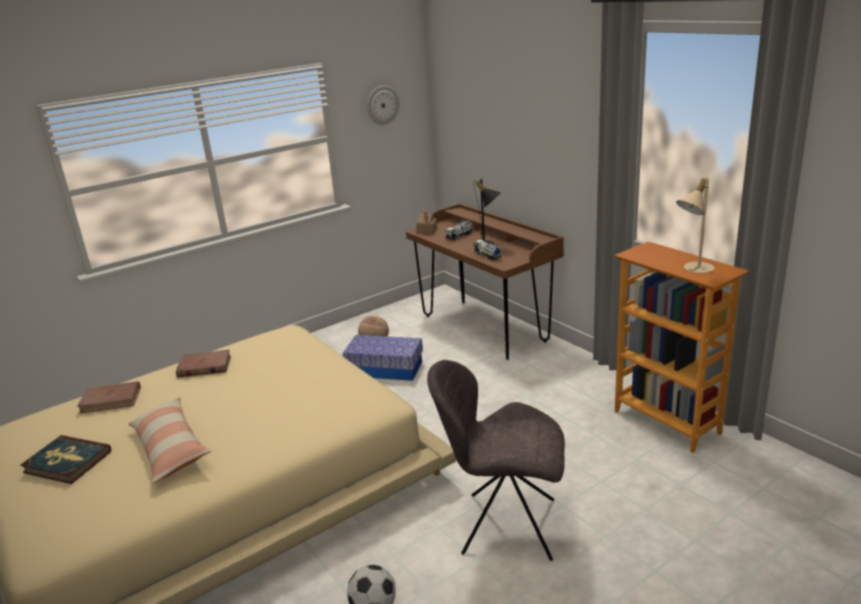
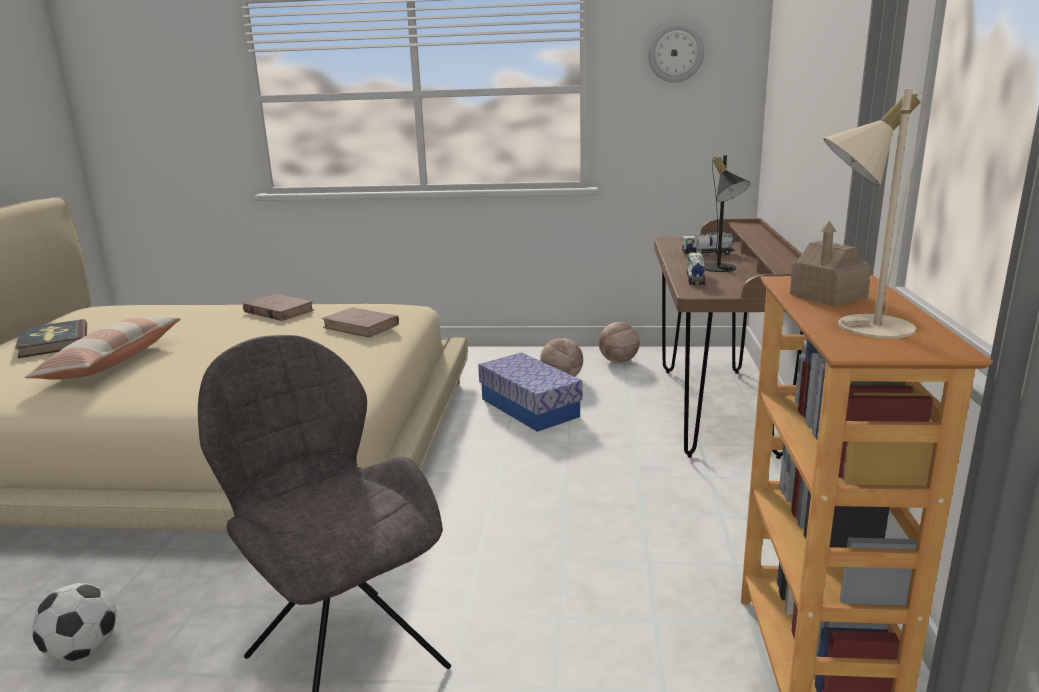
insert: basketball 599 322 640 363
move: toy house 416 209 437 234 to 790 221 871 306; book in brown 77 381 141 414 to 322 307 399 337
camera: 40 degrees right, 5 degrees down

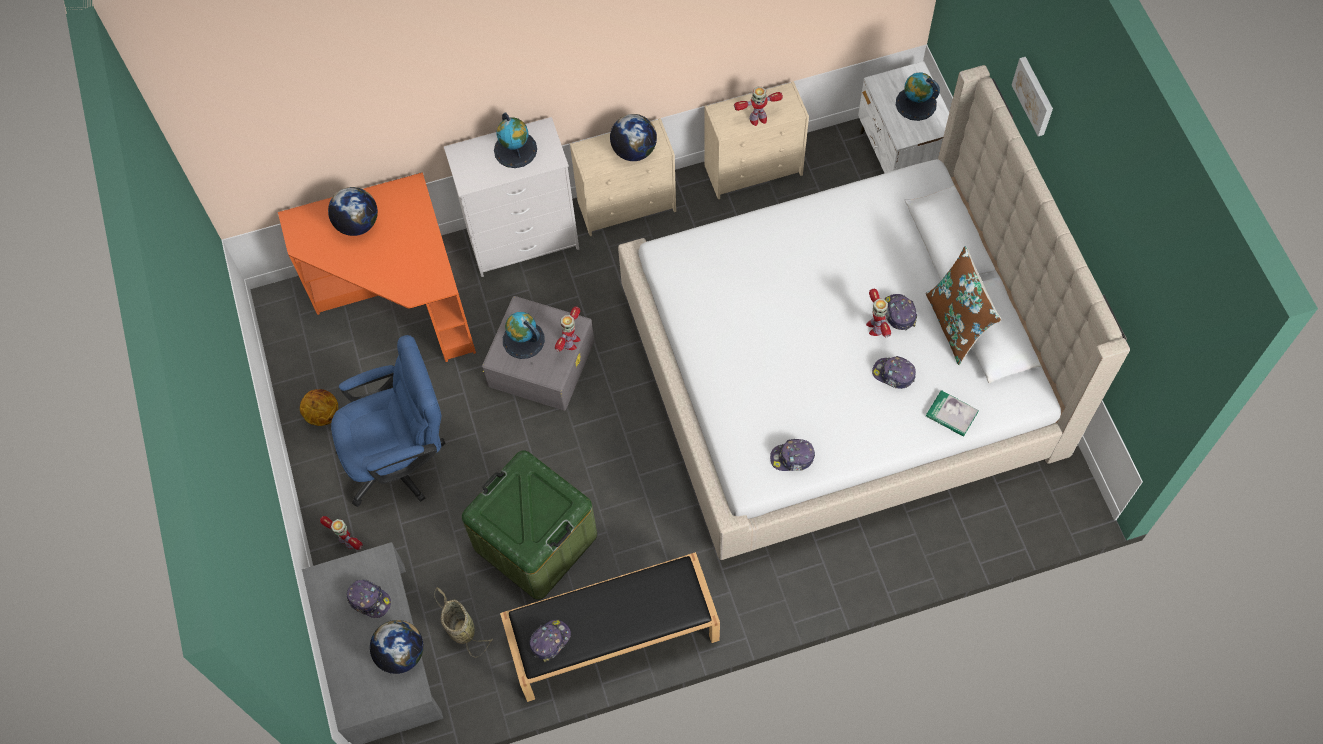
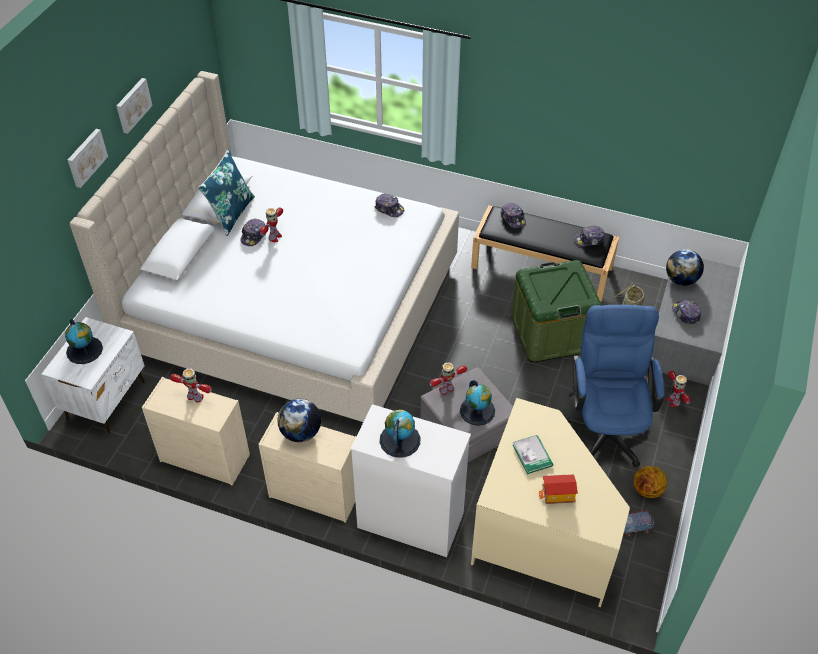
insert: picture 117 78 153 134; toy truck 624 510 655 537
move: cap 872 356 916 389 to 501 203 526 228; book 926 390 979 437 to 513 435 553 474
replace: globe 328 187 378 236 to toy house 539 474 578 504
recolor: desk in orange 278 172 476 362 to desk in beige 471 398 630 607; pillow in brown 926 246 1001 365 to pillow in blue 198 149 255 236
rotate: office chair in blue 331 335 446 507 = 566 305 665 467 75 degrees clockwise
camera: 145 degrees left, 15 degrees down

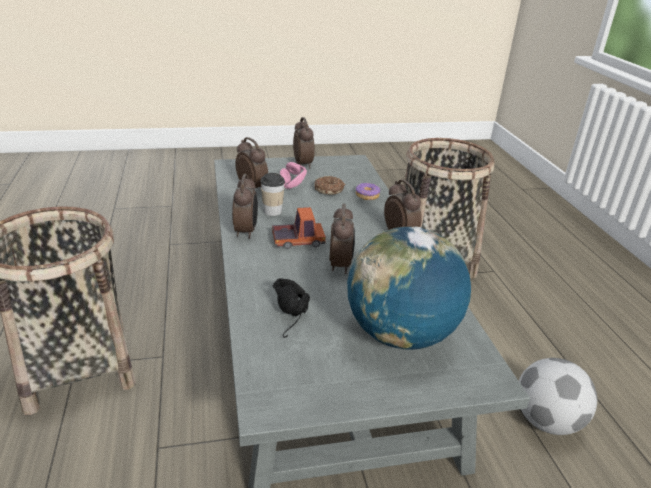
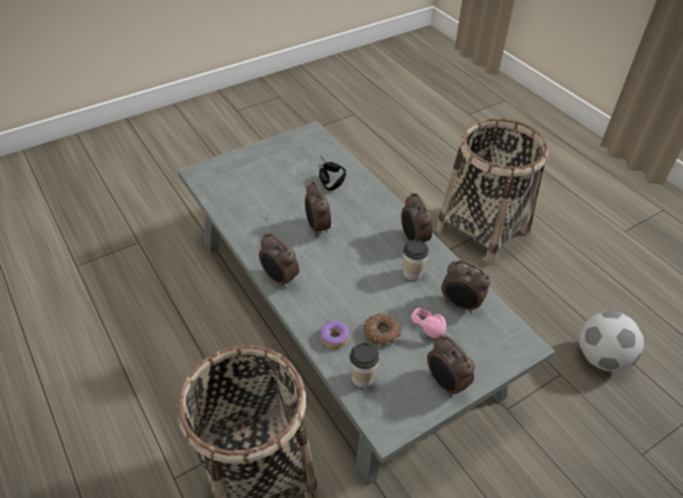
delete: toy truck 272 207 326 249; globe 347 227 471 350
insert: cup 350 343 379 388
move: football 519 358 597 435 to 579 311 644 372
camera: 160 degrees right, 15 degrees up

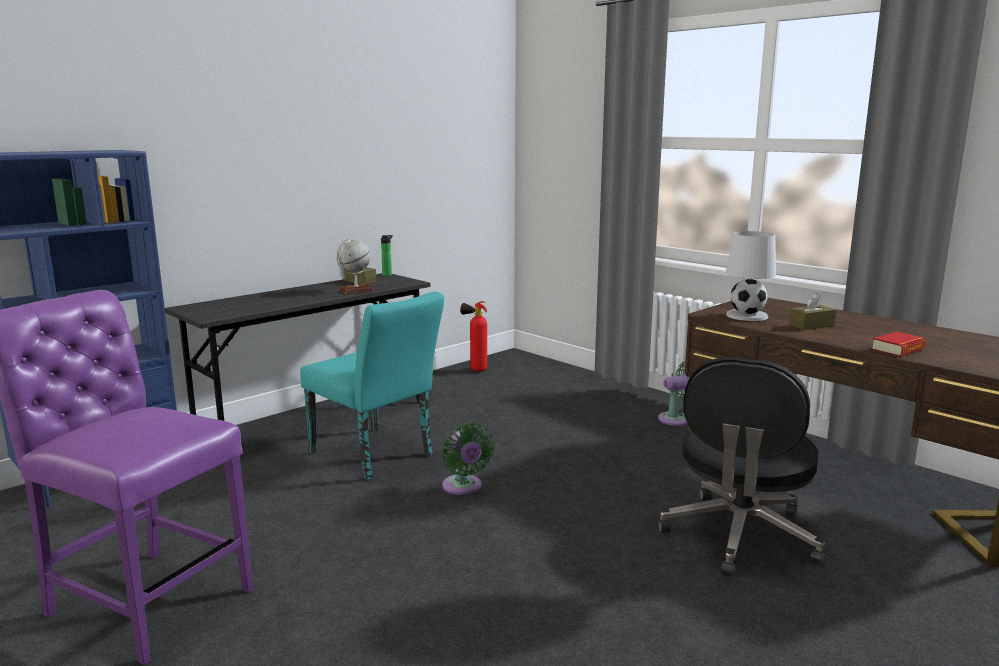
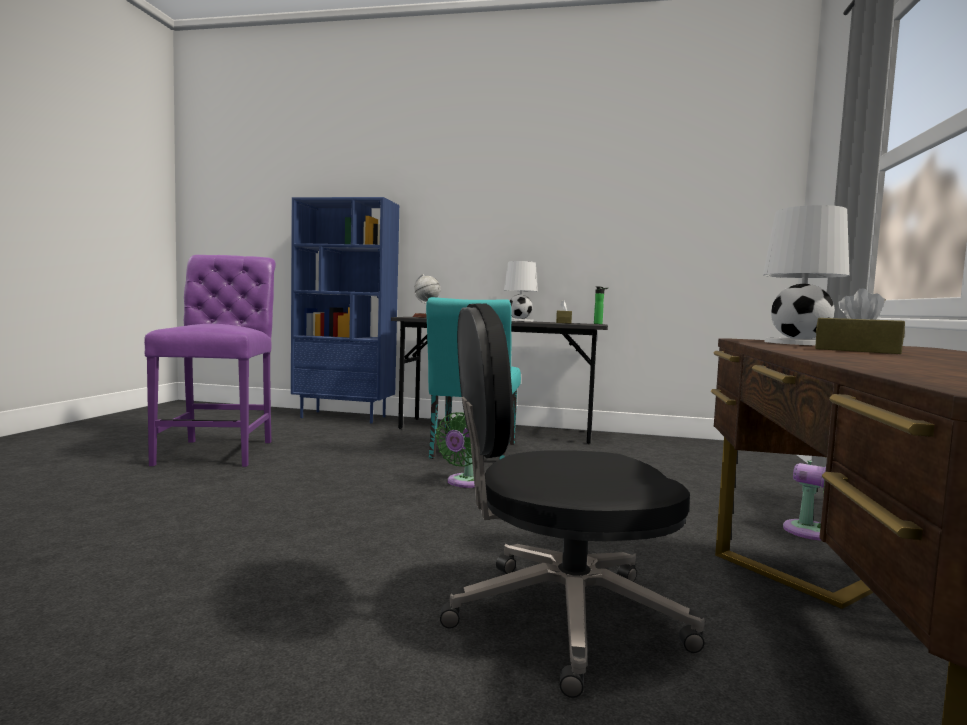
delete: fire extinguisher 460 301 487 371; book 871 331 926 357
insert: table lamp in white 504 261 538 322
move: globe 336 239 374 294 to 413 274 440 318
camera: 55 degrees right, 10 degrees down

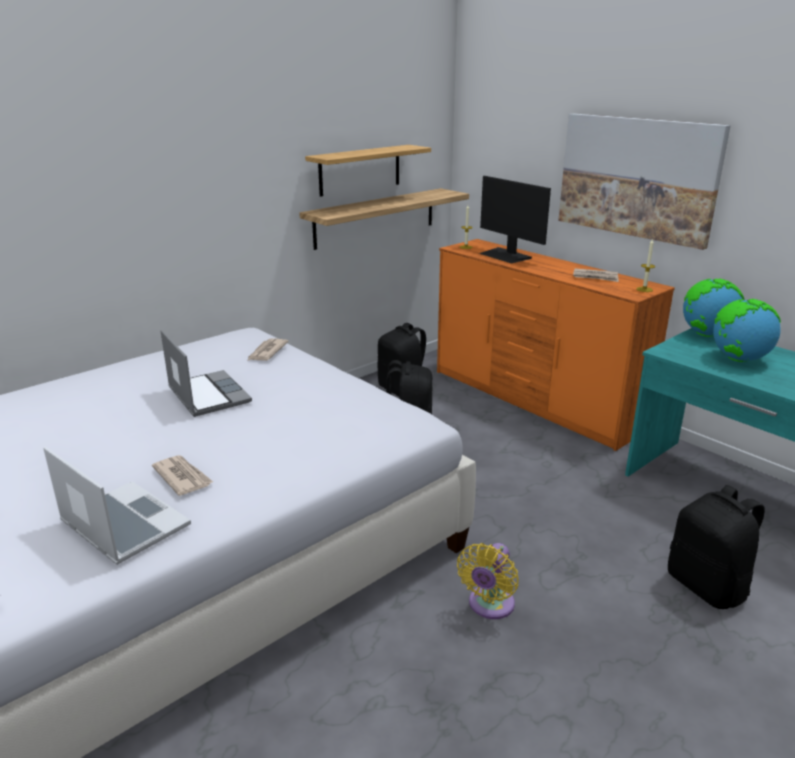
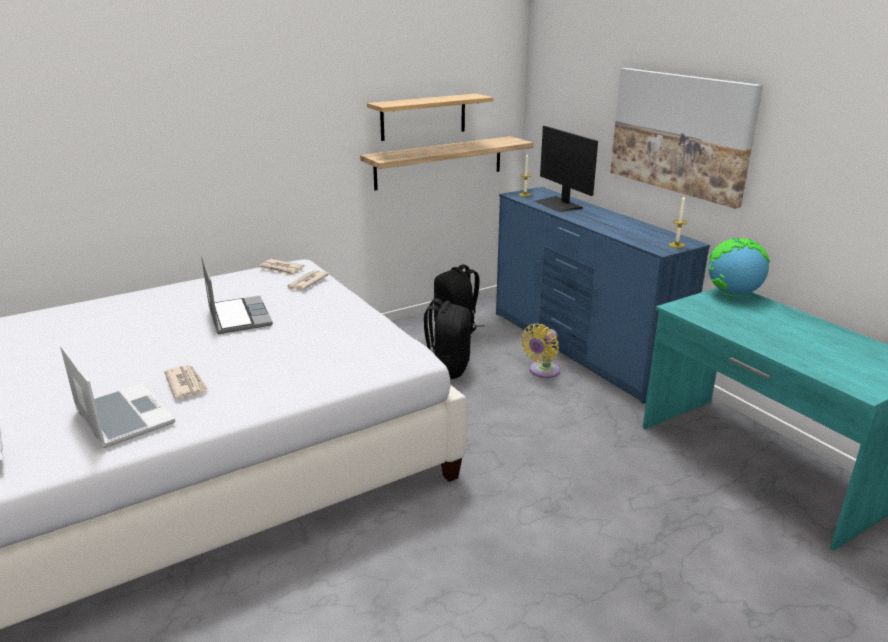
delete: globe 713 299 781 362; backpack in black 668 485 765 609
move: newspaper 573 268 619 282 to 259 259 305 276; fan in yellow 457 543 519 619 to 521 324 560 378
recolor: dresser in orange 437 239 675 451 to dresser in blue 496 187 710 404
camera: 10 degrees right, 0 degrees up

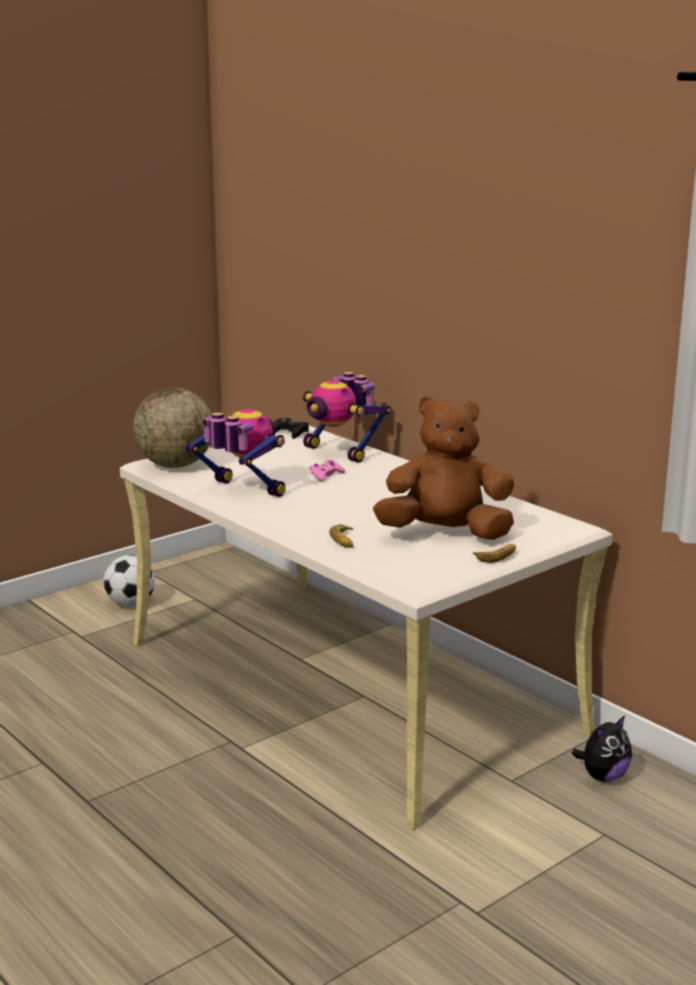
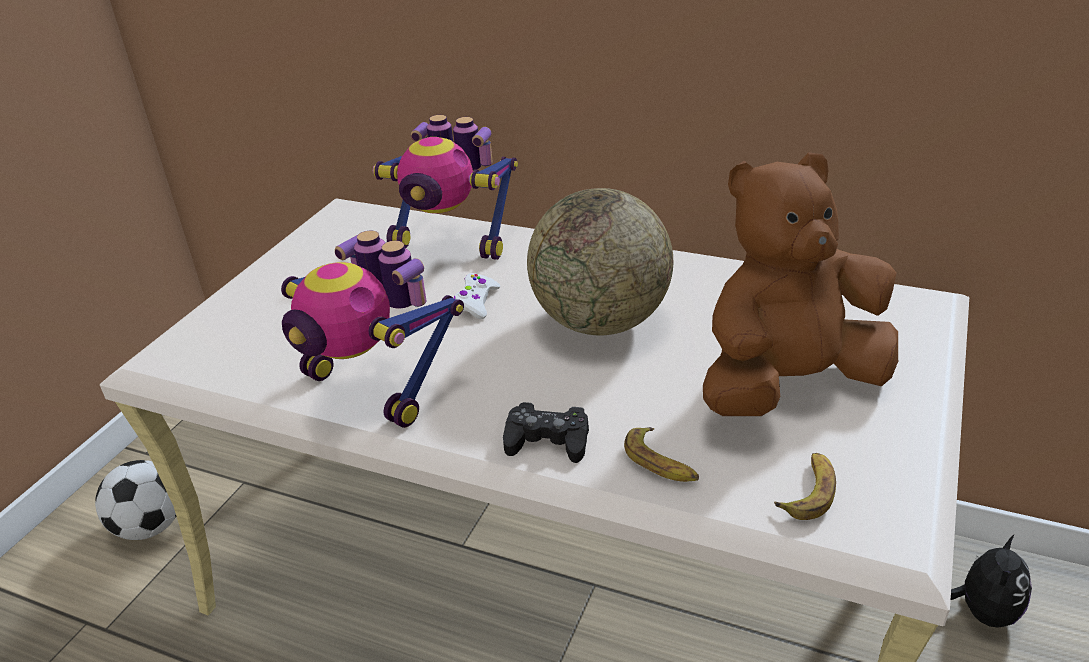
move: globe 133 388 212 468 to 527 188 673 336; game controller in black 274 418 309 439 to 503 402 589 463; banana 473 544 516 563 to 774 453 836 520
recolor: game controller in pink 310 460 345 481 to game controller in white 454 273 500 319
rotate: toy robot 185 409 285 497 = 281 230 464 428 150 degrees counterclockwise
camera: 25 degrees left, 15 degrees up

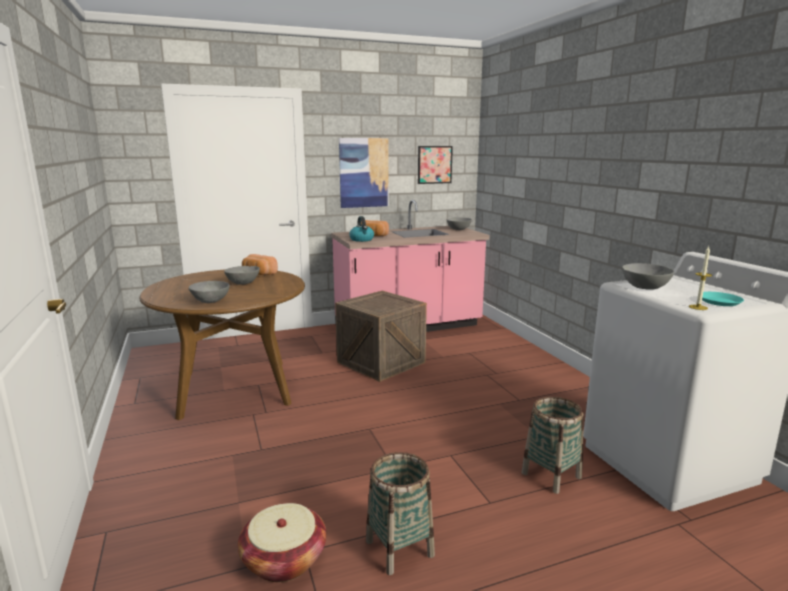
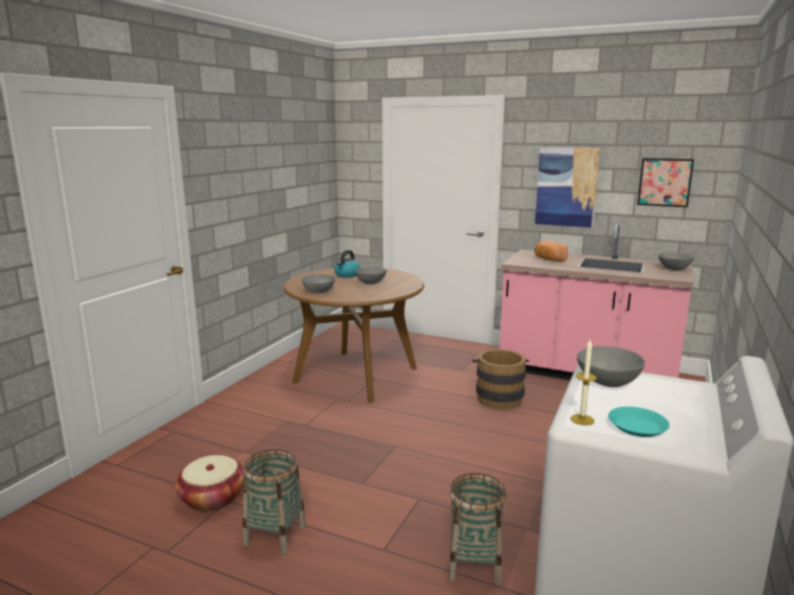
delete: bread 242 254 278 275
move: kettle 349 216 374 242 to 334 250 361 278
replace: crate 335 290 427 382 to bucket in brown 472 349 529 410
camera: 45 degrees right, 0 degrees up

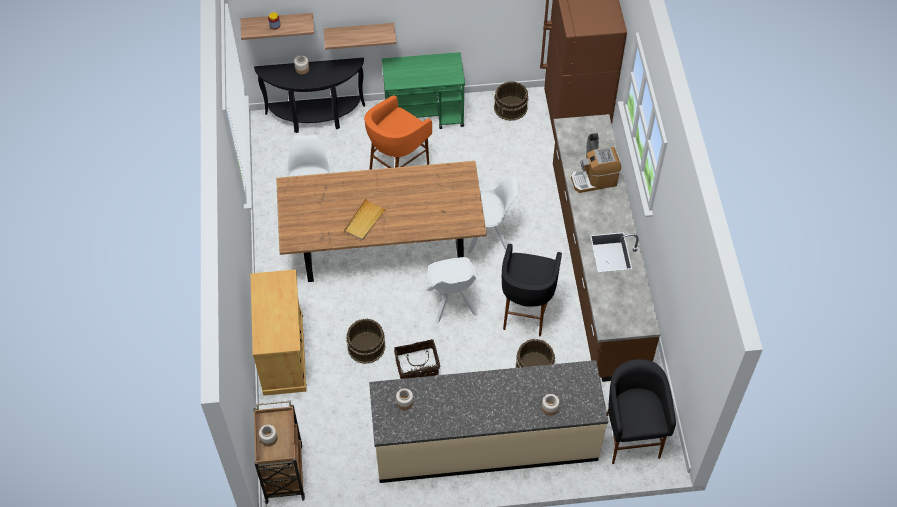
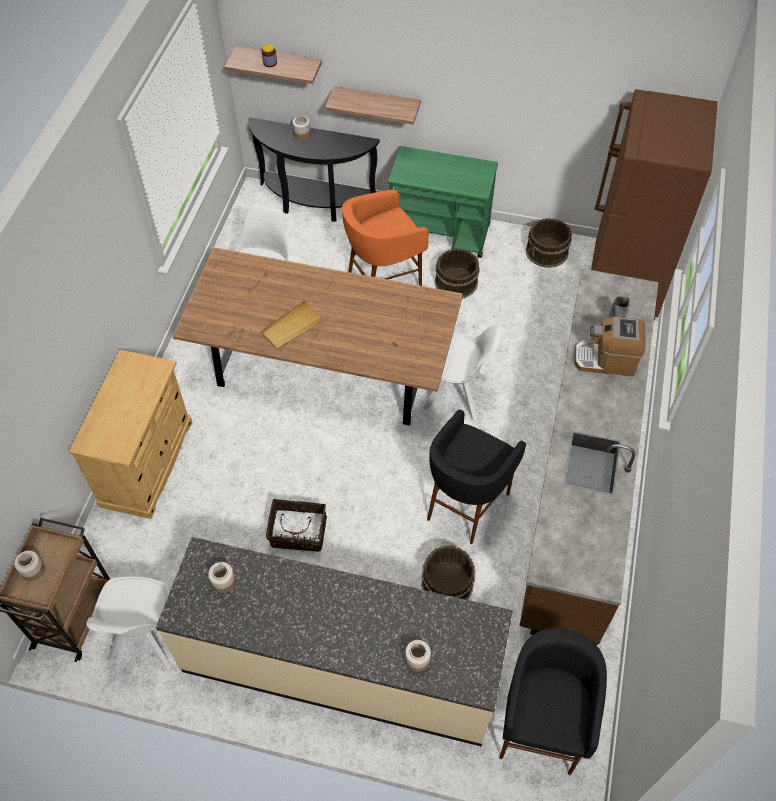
move: chair in white 427 257 478 324 to 86 577 171 669; bucket in brown 346 318 386 364 to 435 248 480 298
camera: 20 degrees right, 0 degrees up

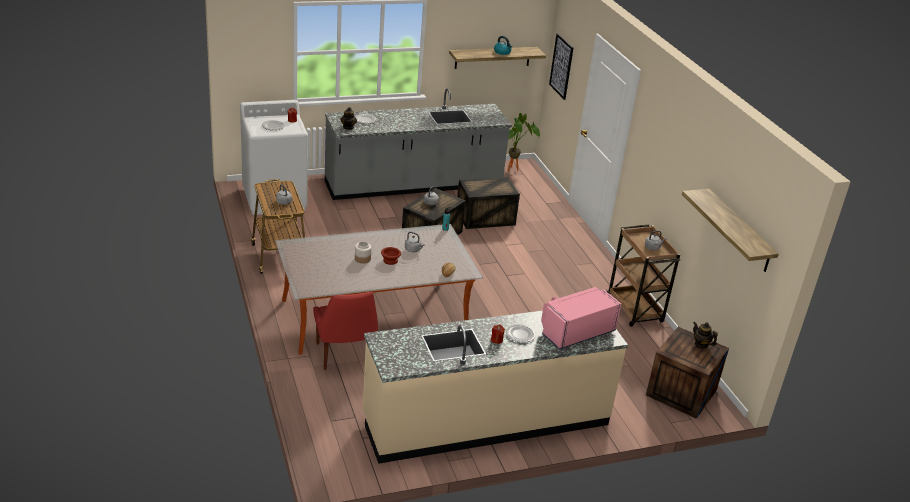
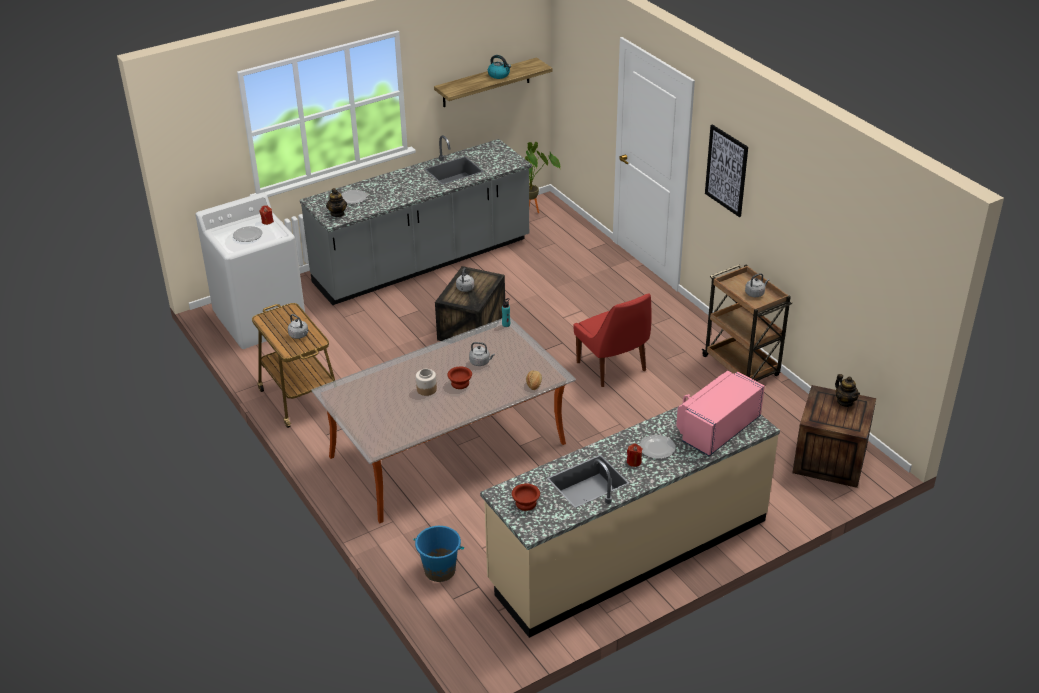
delete: crate 457 177 520 229; shelf 682 189 779 272
insert: bowl in brown 512 483 540 511; bucket in blue 413 526 464 582
move: picture 549 33 574 100 to 705 124 748 217; chair in red 313 292 378 370 to 573 293 651 387
rotate: teapot 693 322 718 349 = 835 374 860 407 150 degrees counterclockwise
camera: 10 degrees left, 5 degrees up

